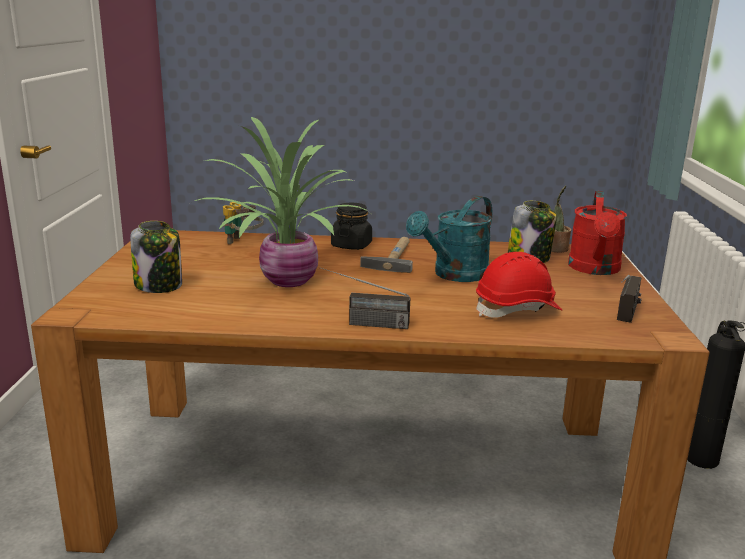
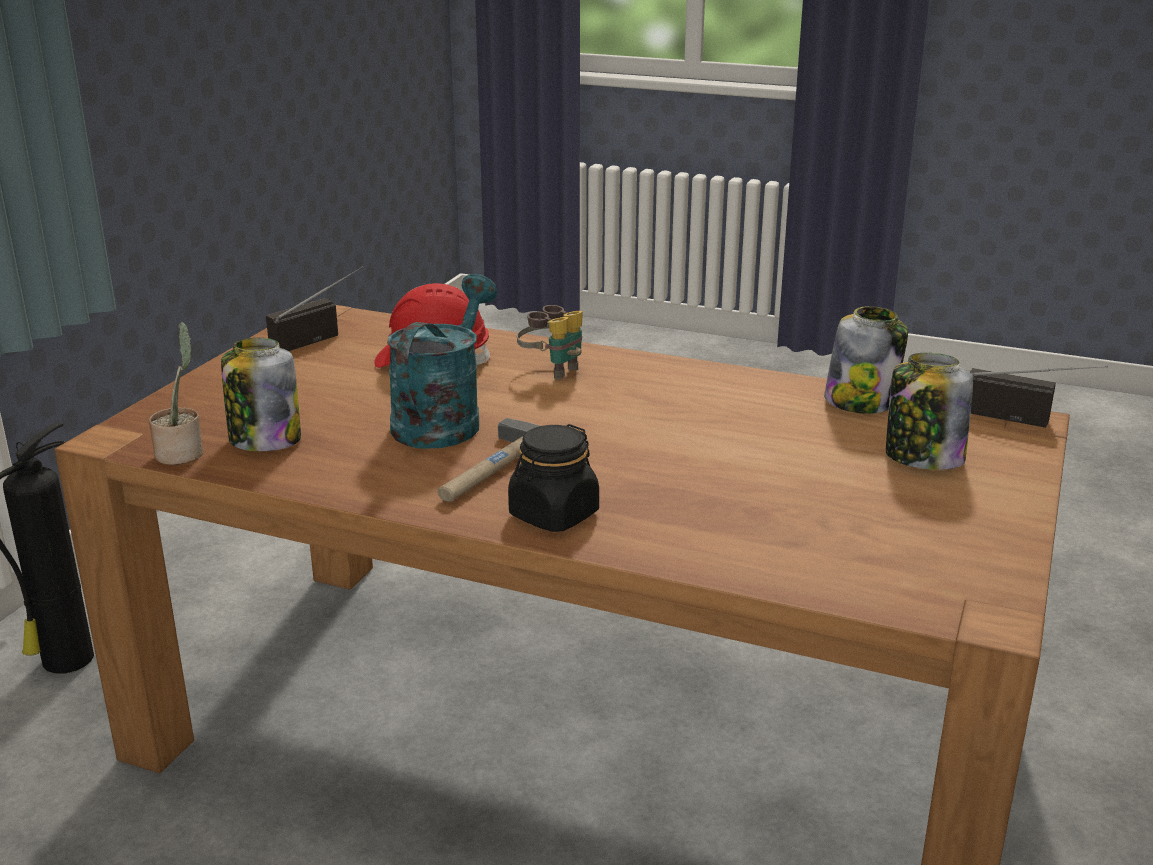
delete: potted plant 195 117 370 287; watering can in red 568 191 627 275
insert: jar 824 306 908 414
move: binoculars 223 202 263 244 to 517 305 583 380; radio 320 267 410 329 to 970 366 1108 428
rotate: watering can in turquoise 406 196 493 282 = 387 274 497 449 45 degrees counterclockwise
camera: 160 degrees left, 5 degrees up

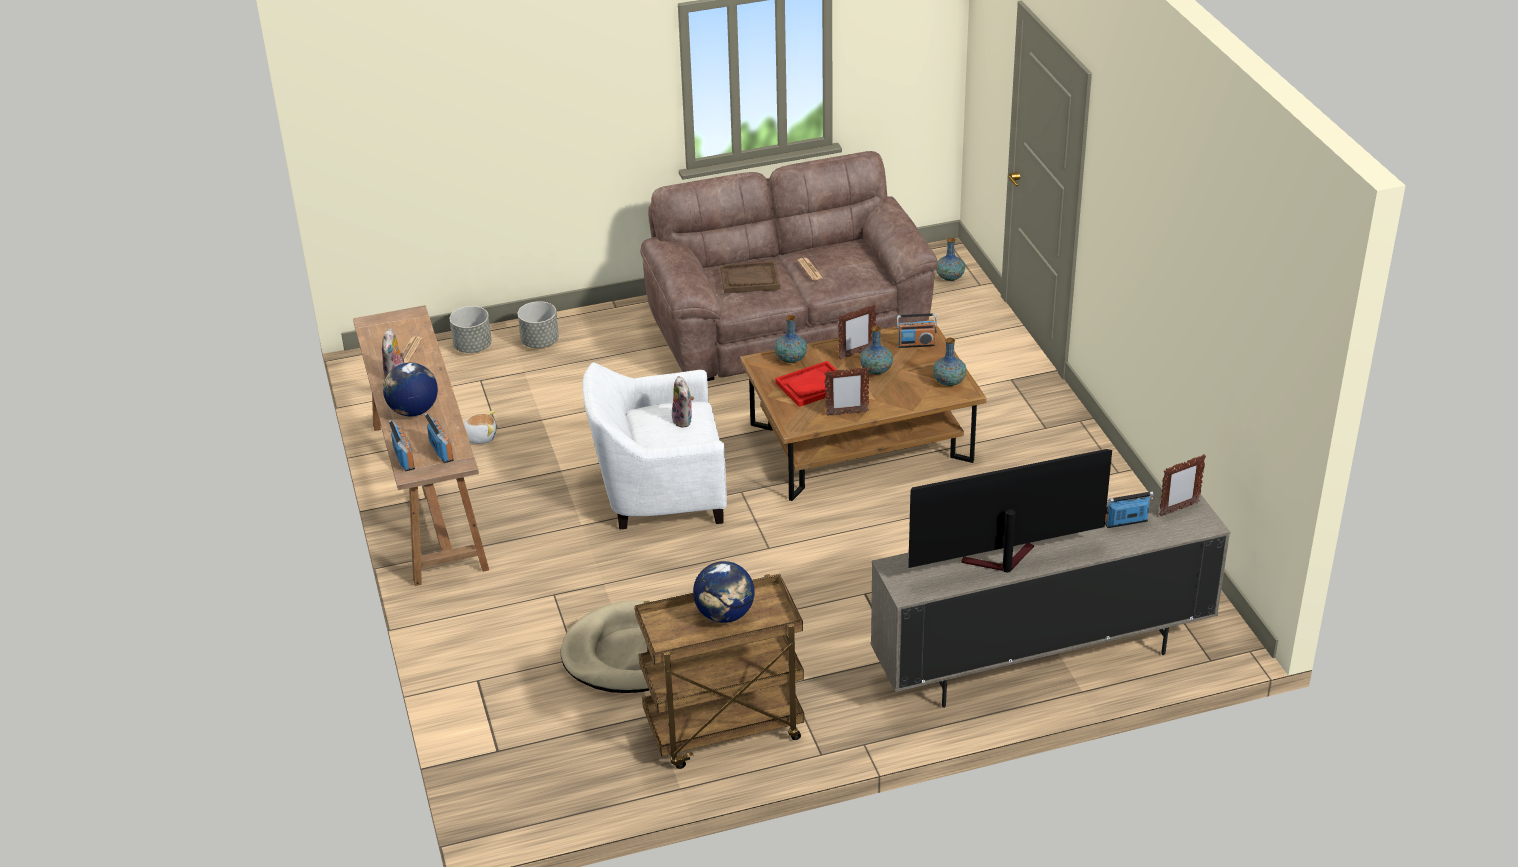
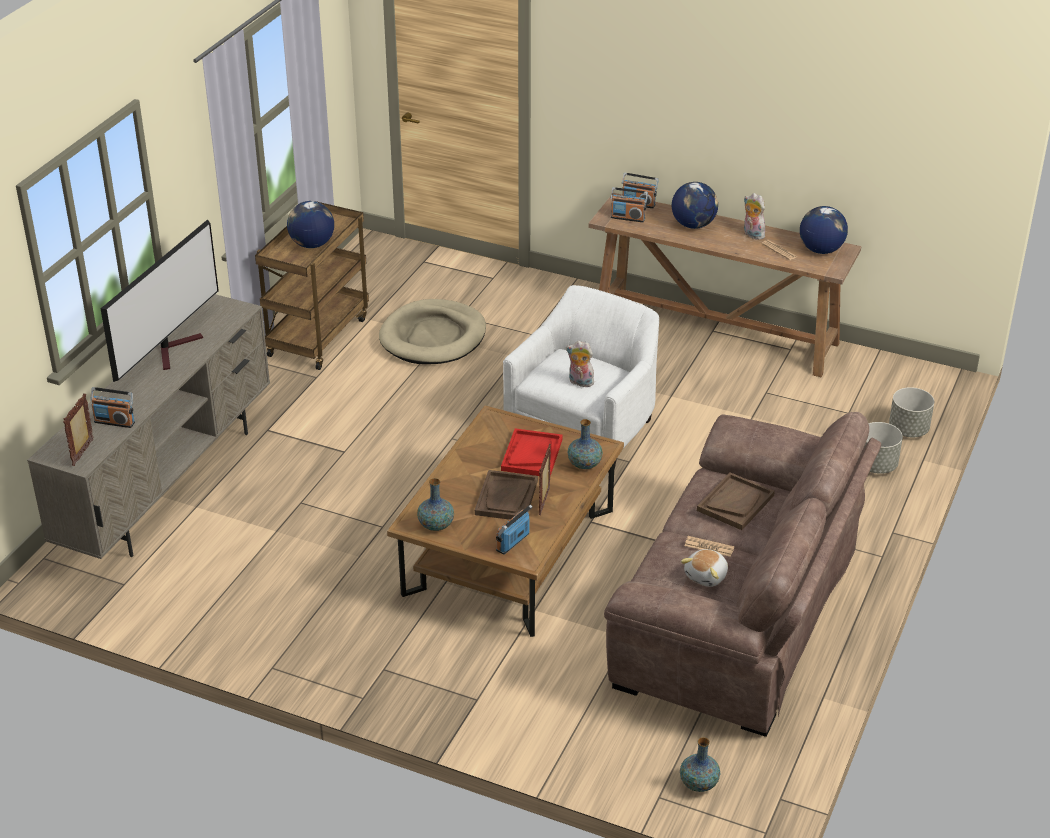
delete: picture frame 824 366 869 416
insert: globe 800 206 848 254
move: plush toy 464 410 496 444 to 681 549 728 587
replace: vase 860 326 893 375 to tray in brown 475 470 538 520
rotate: radio 1105 491 1154 528 = 90 387 135 428 75 degrees clockwise
camera: 130 degrees right, 0 degrees up

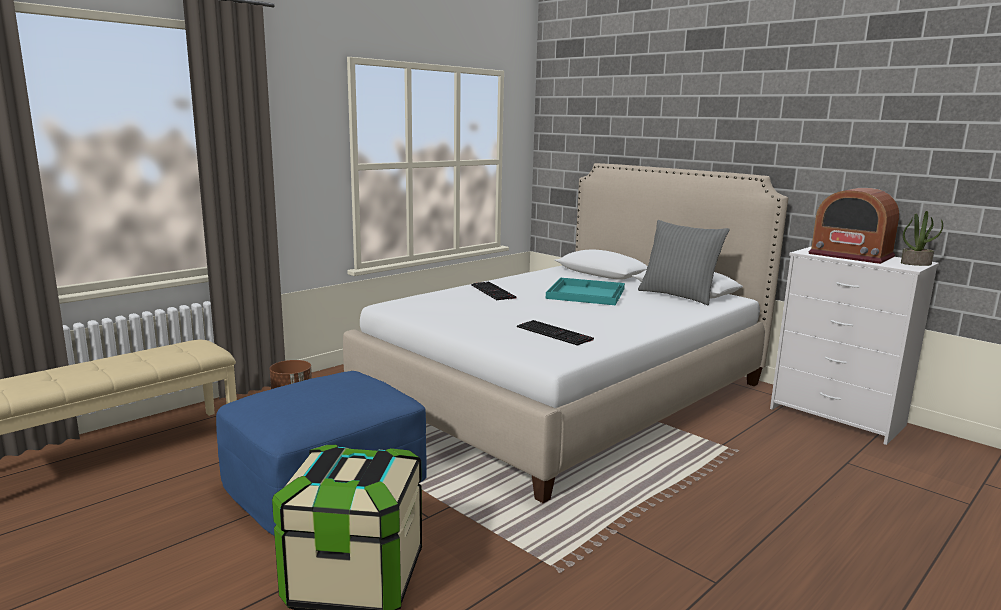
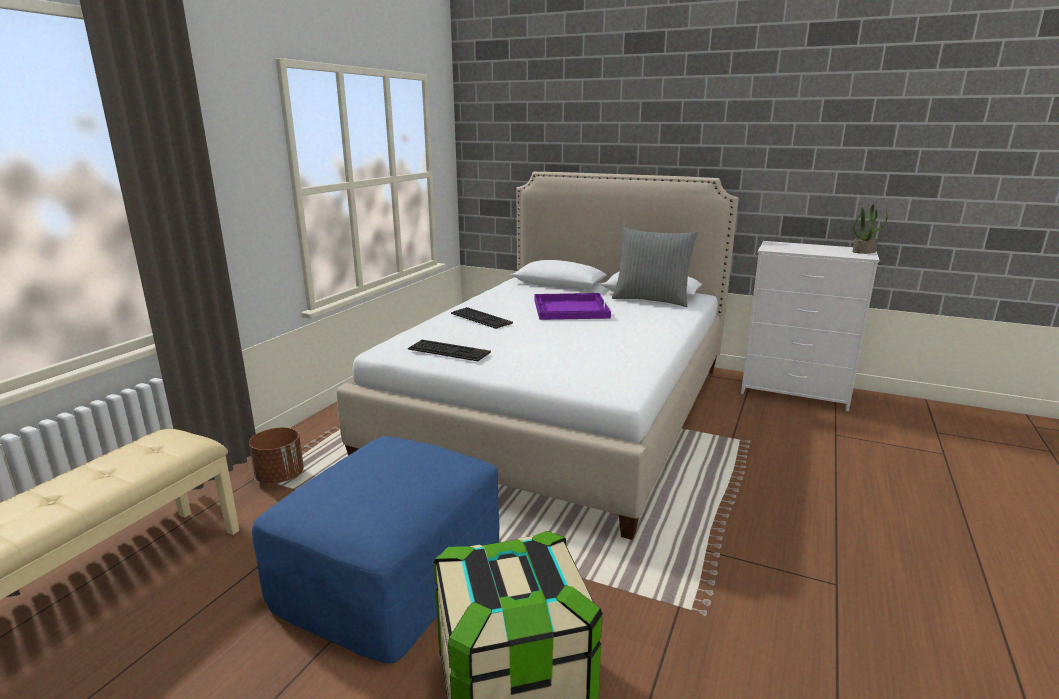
delete: radio 808 188 899 264
move: keyboard 517 320 594 346 to 408 340 491 361
recolor: tray in turquoise 546 278 625 305 to tray in purple 534 293 611 320
camera: 20 degrees left, 5 degrees up

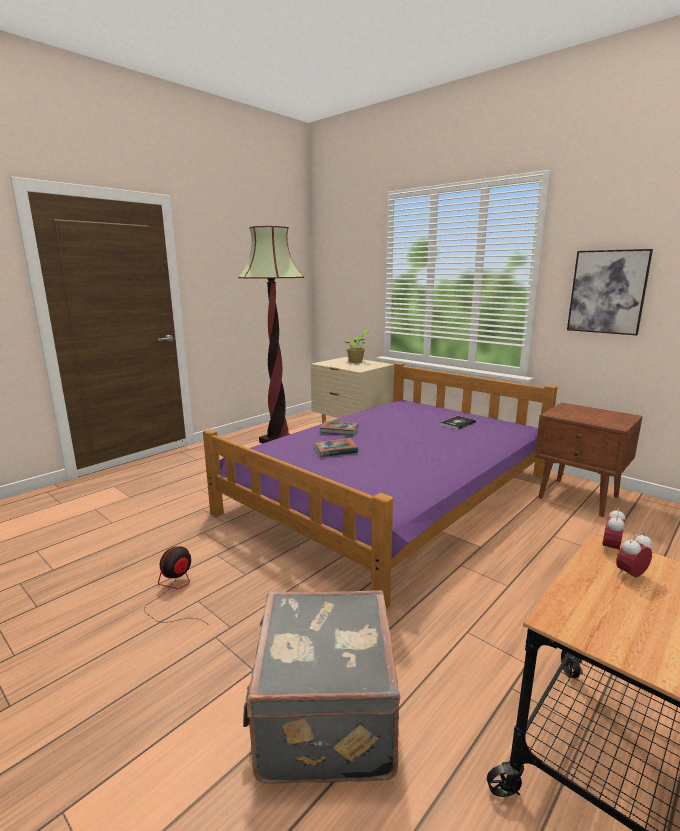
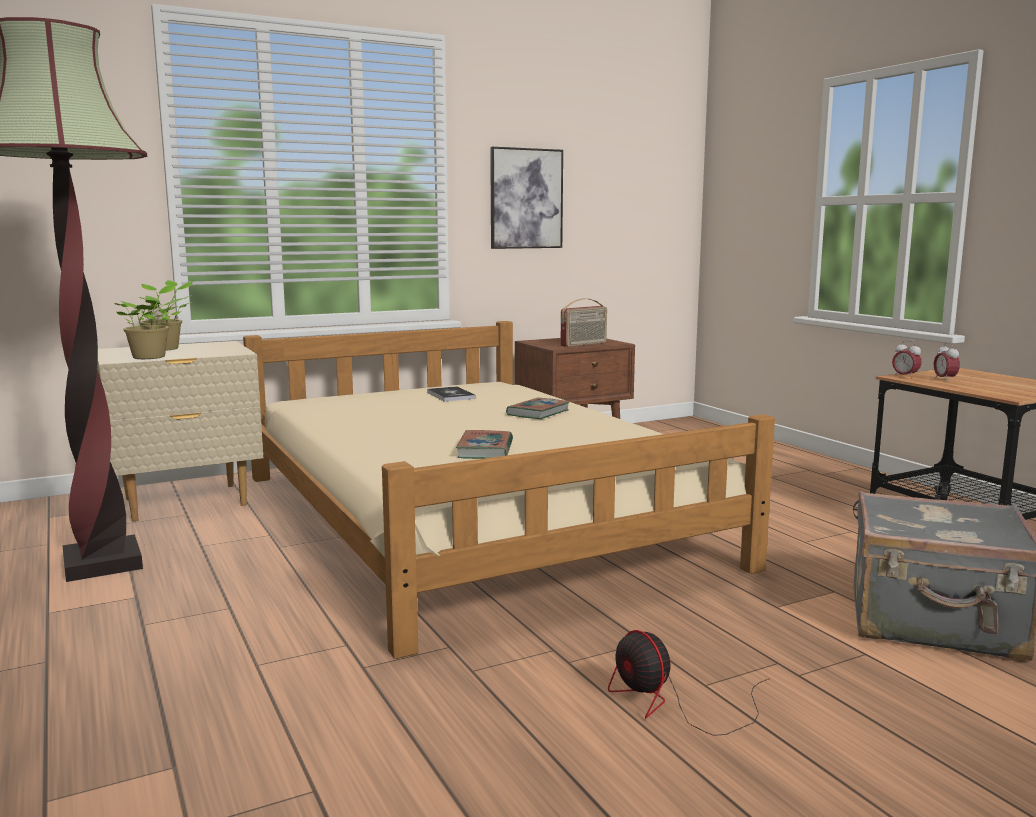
insert: potted plant 114 284 182 359; radio 561 298 607 347
move: book 320 421 359 436 to 506 398 570 419
recolor: bed in purple 203 363 558 609 to bed in beige 243 321 775 659
camera: 70 degrees left, 5 degrees down

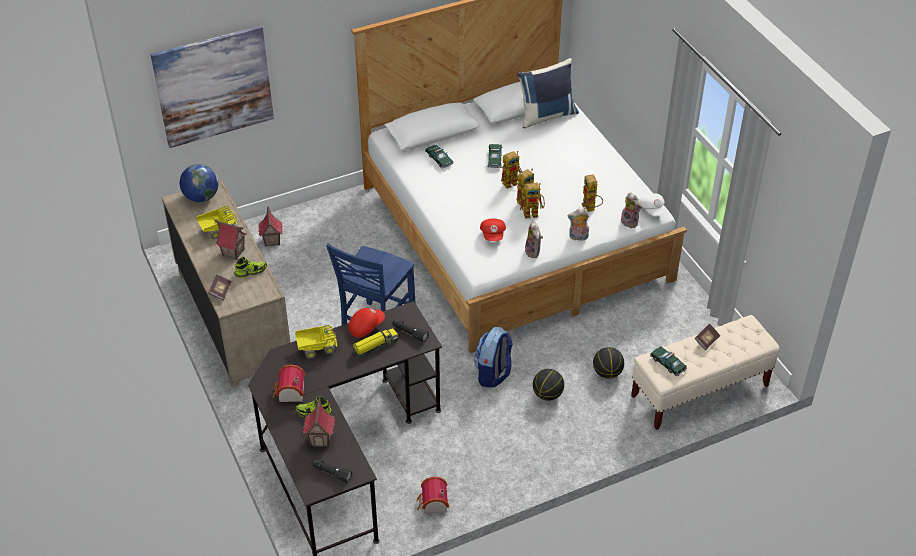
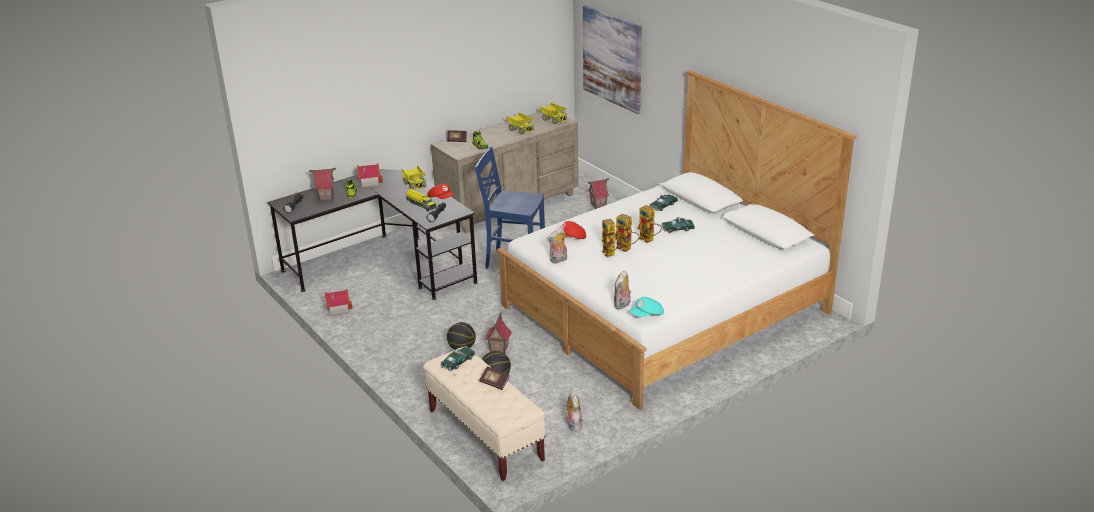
delete: pillow in blue 517 58 579 128; toy robot 582 174 603 212; backpack 474 327 513 388
move: plush toy 567 208 589 241 to 565 392 583 432; toy house 214 220 247 260 to 485 312 512 354
replace: globe 180 164 218 202 to toy truck 540 103 567 124
recolor: cap in white 639 193 666 215 to cap in turquoise 630 297 664 317
camera: 80 degrees right, 15 degrees down

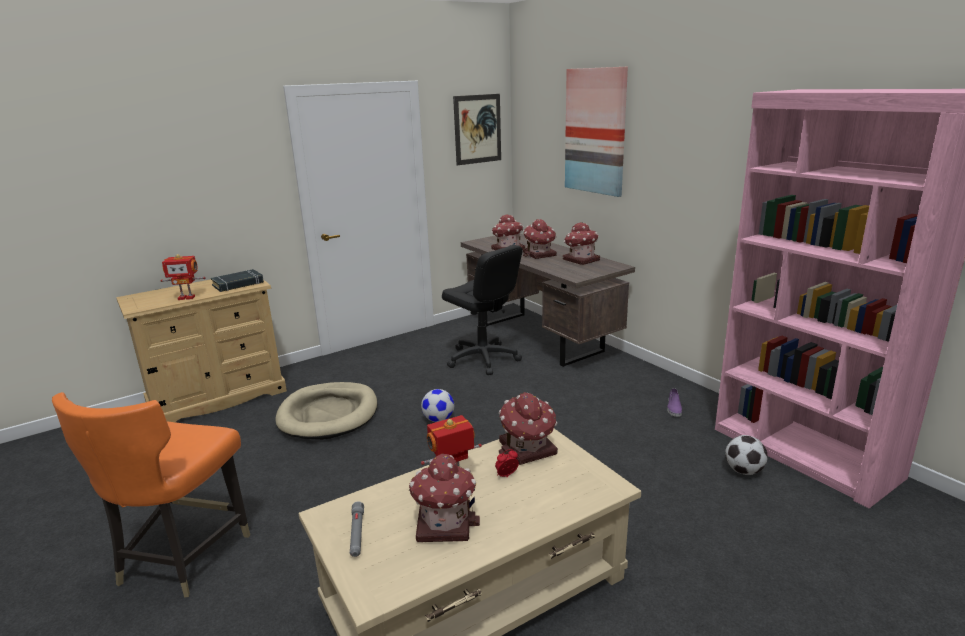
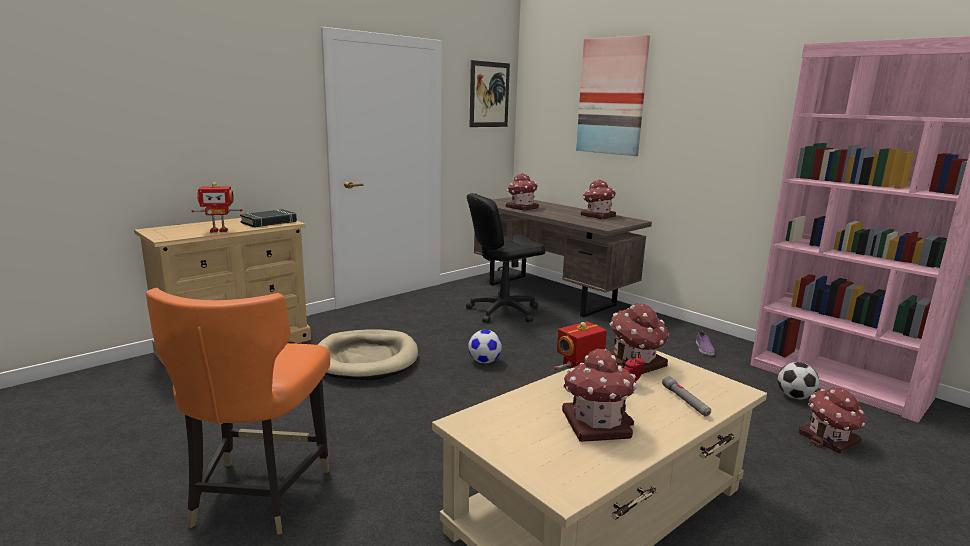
move: toy house 523 219 557 259 to 799 387 866 453; flashlight in grey 350 501 364 557 to 662 376 711 417
rotate: office chair in black 442 245 523 375 = 466 193 545 323 120 degrees clockwise
camera: 10 degrees left, 5 degrees down

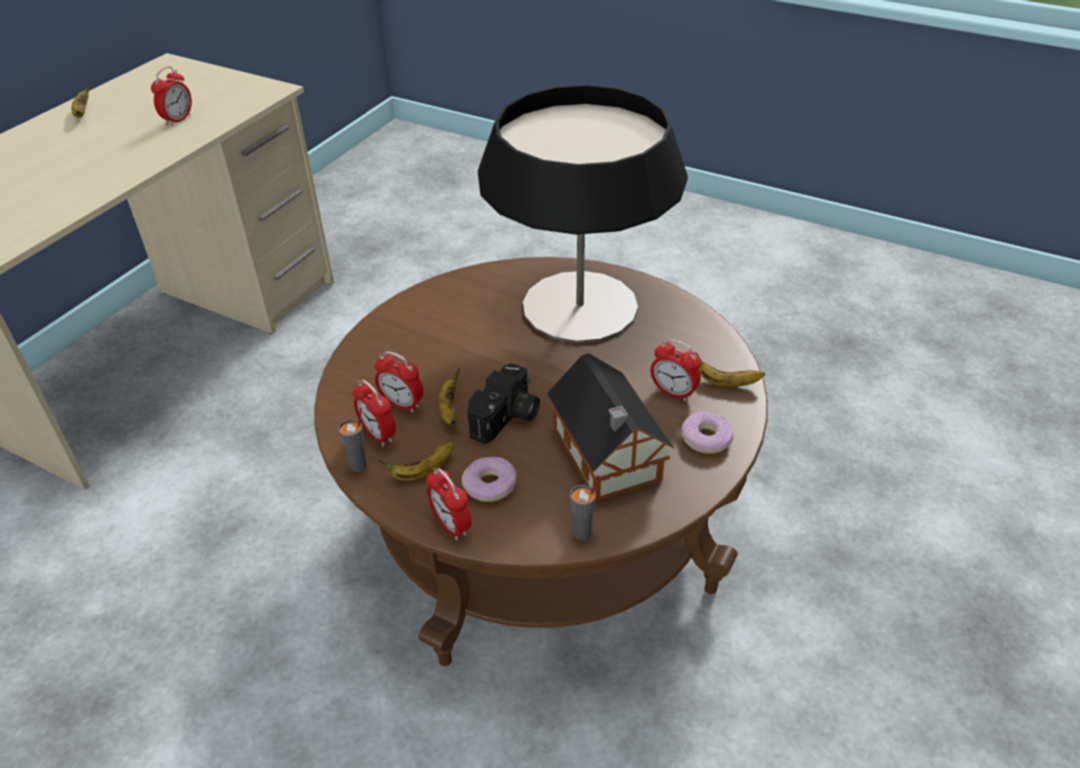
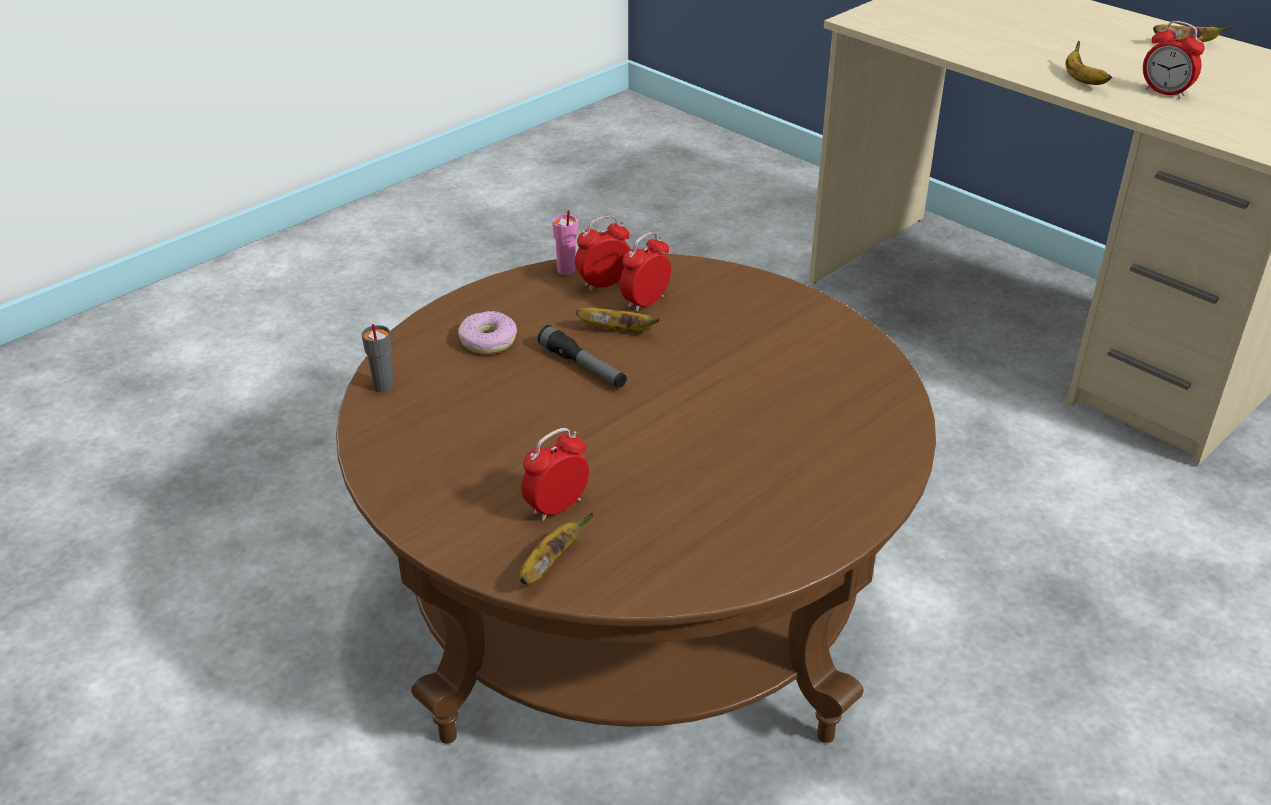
delete: table lamp 478 84 688 344; toy house 547 353 674 501; donut 681 411 733 454; alarm clock 426 468 472 541
move: banana 379 440 455 481 to 1066 41 1112 85
replace: photo camera 467 363 540 444 to flashlight 538 325 627 388
recolor: cup in grey 338 407 367 472 to cup in pink 552 210 577 275
camera: 105 degrees right, 5 degrees down

